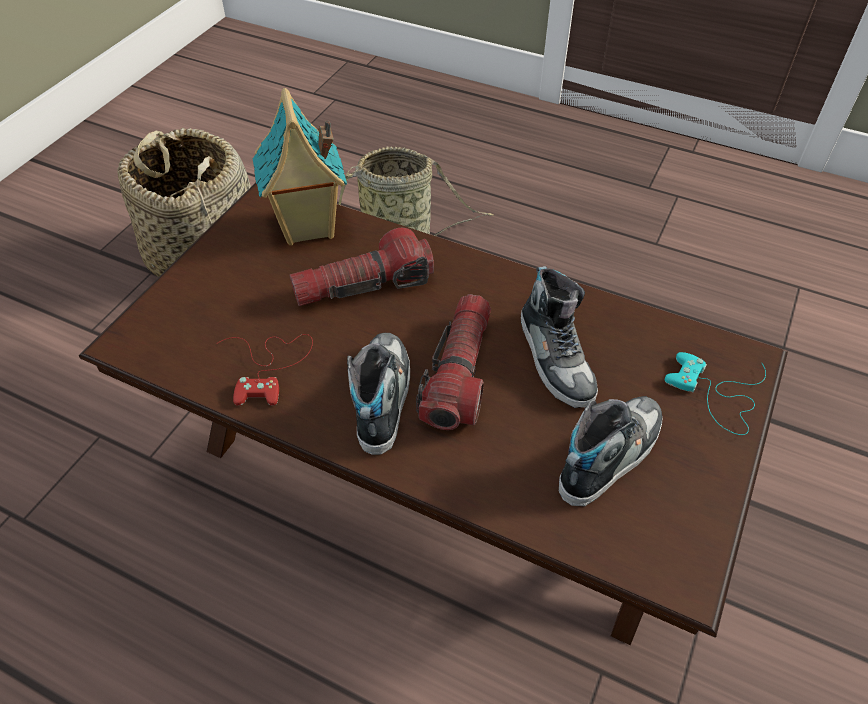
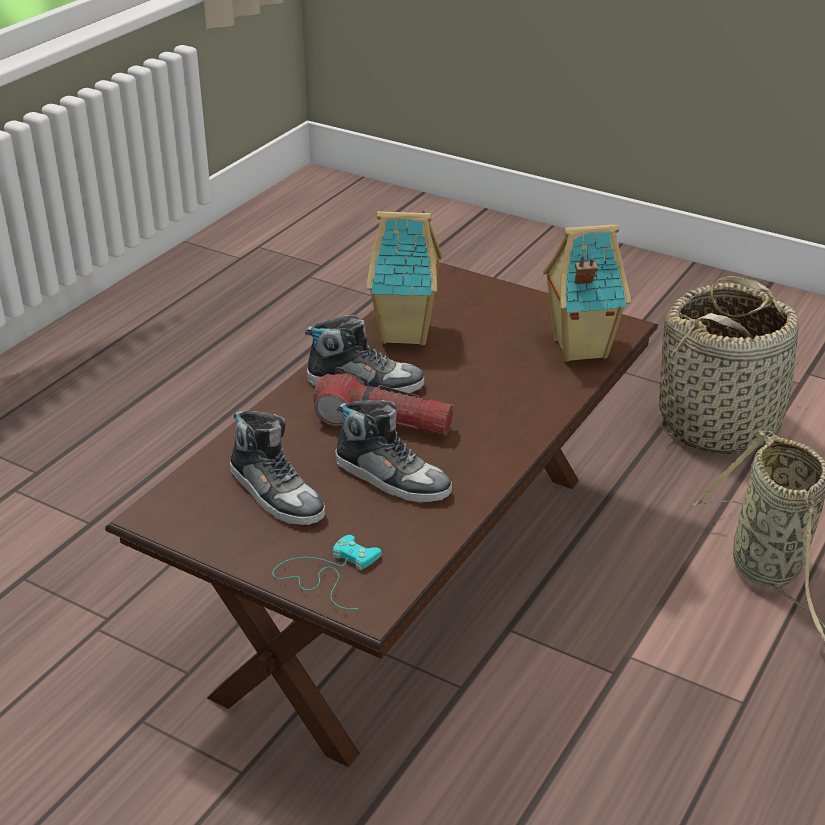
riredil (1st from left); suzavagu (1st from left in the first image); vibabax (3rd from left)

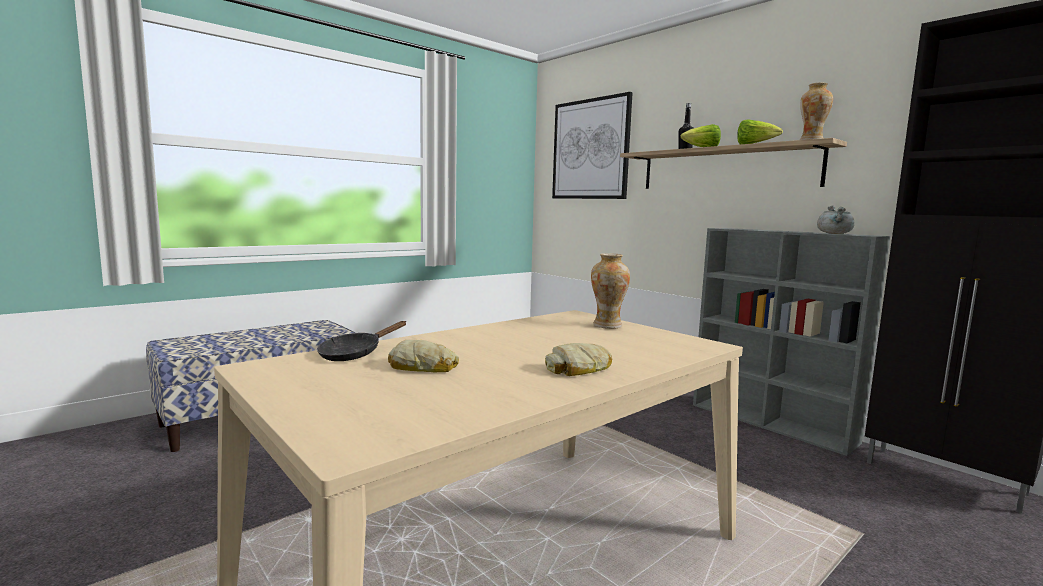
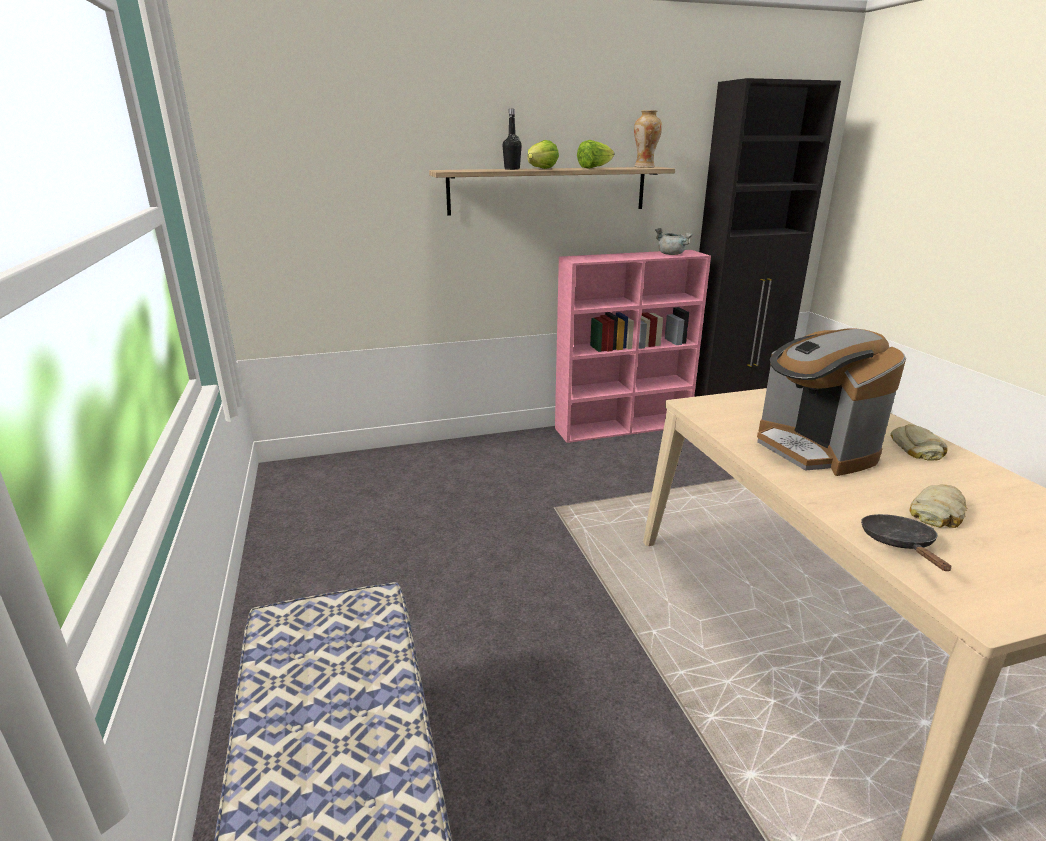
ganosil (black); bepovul; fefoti (1st from left in the first image); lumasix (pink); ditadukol

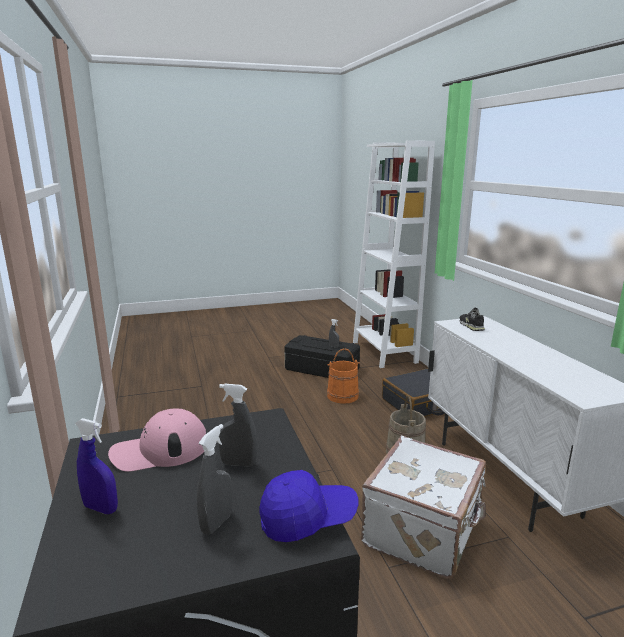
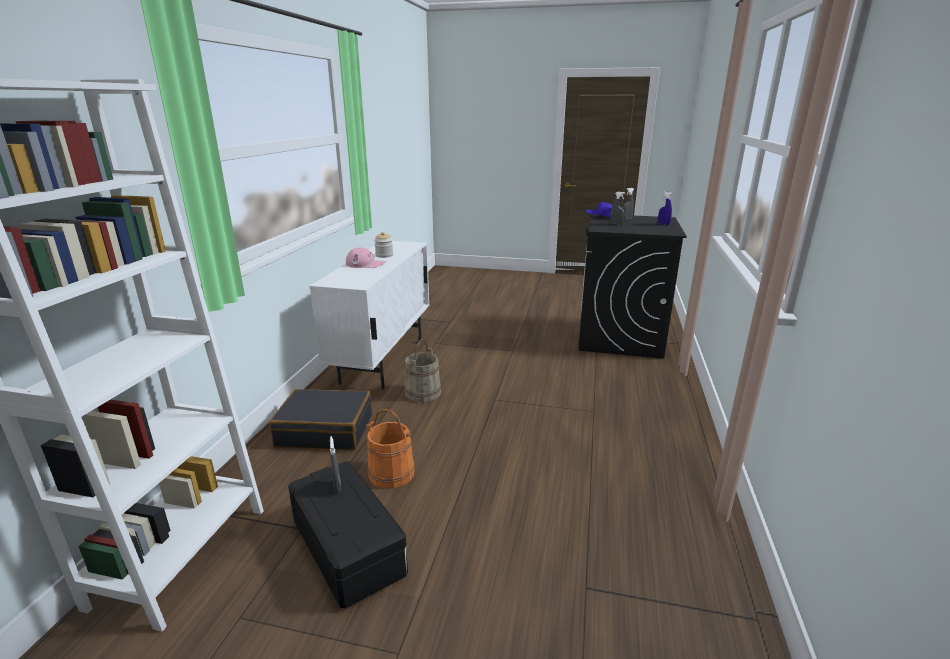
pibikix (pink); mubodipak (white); vibabax (black); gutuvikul

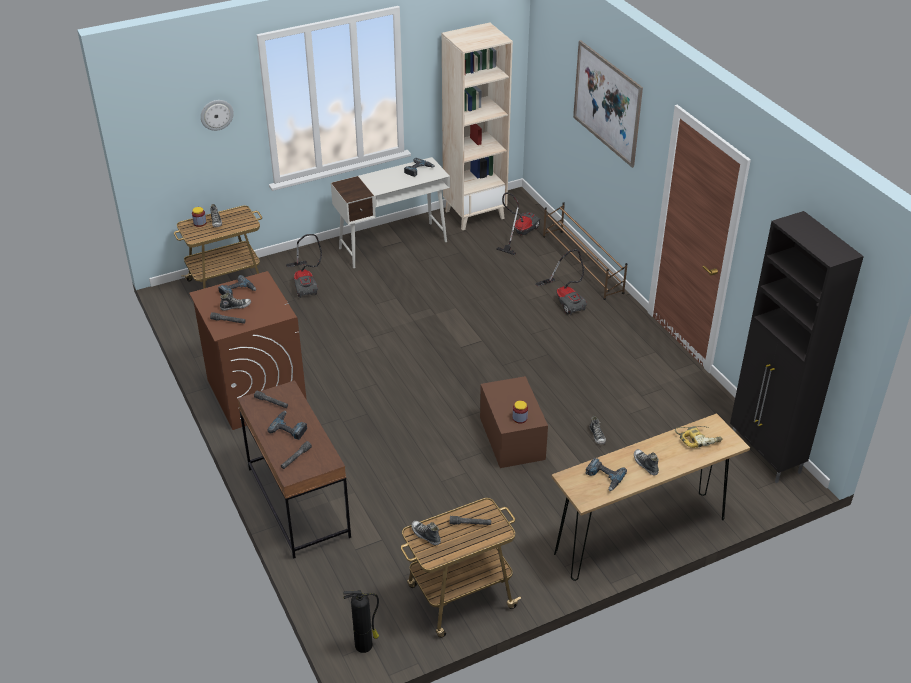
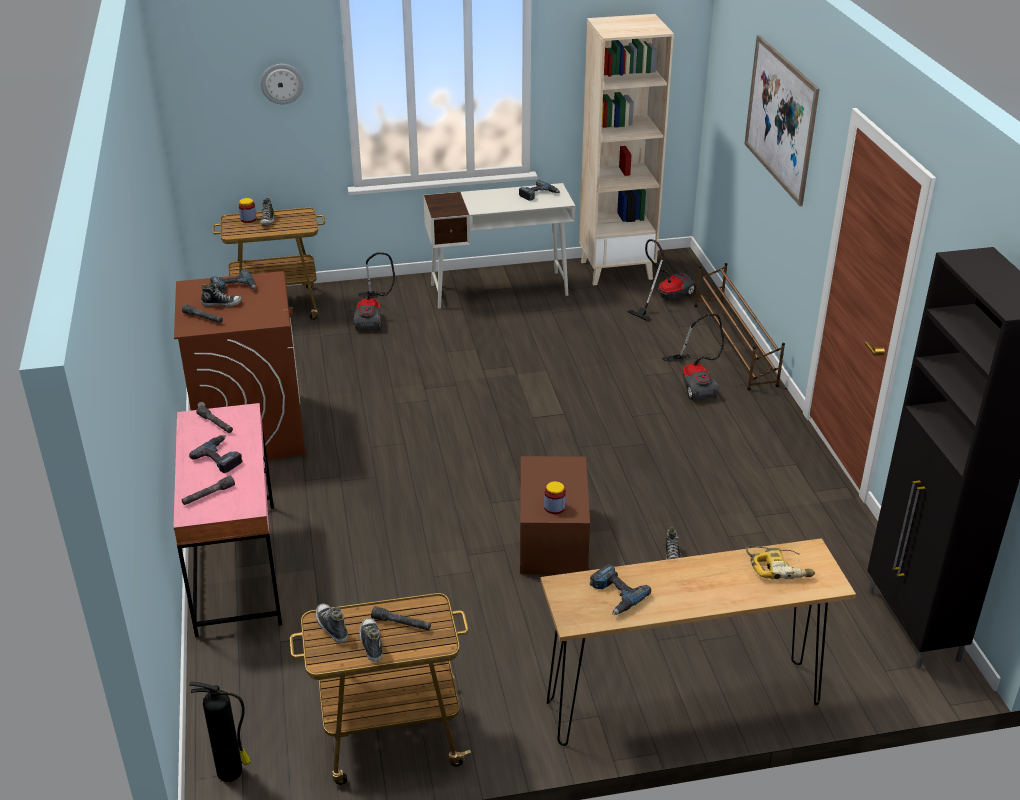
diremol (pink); vibabax (4th from left)

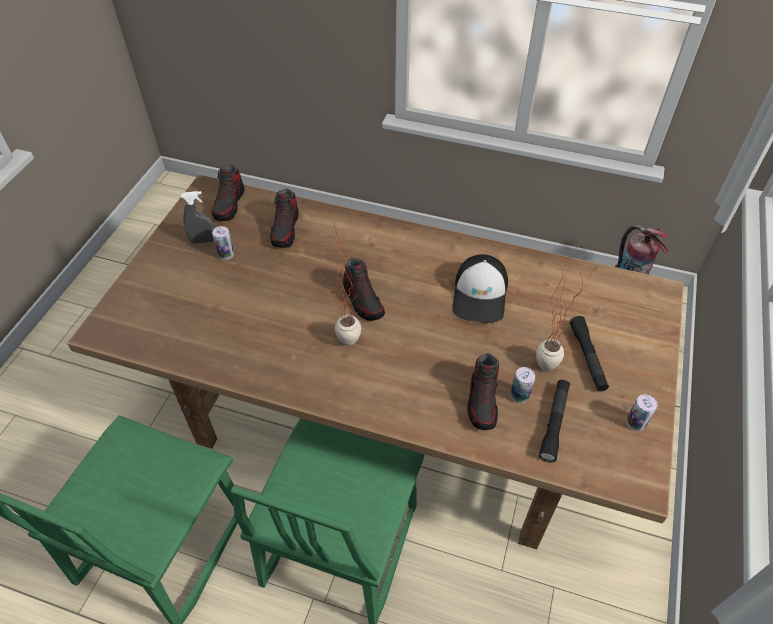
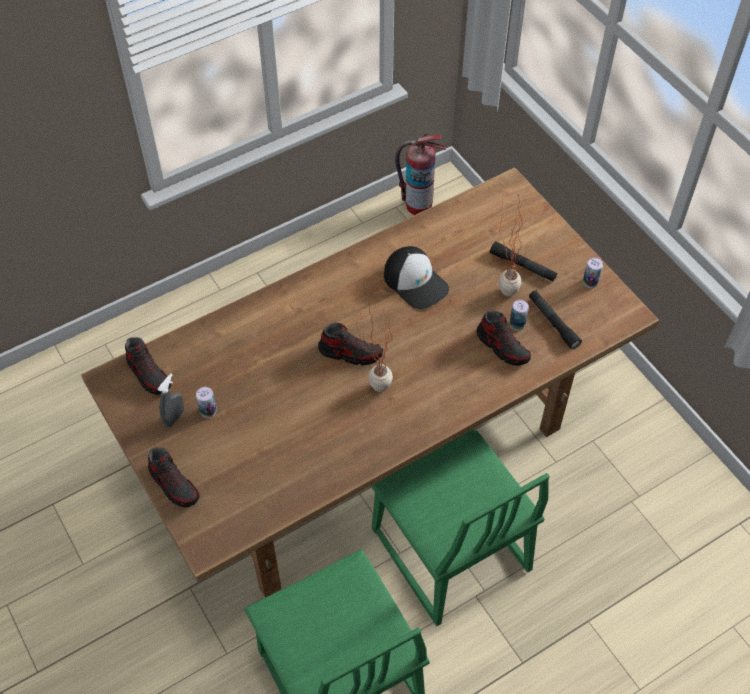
vibabax (2nd from left)

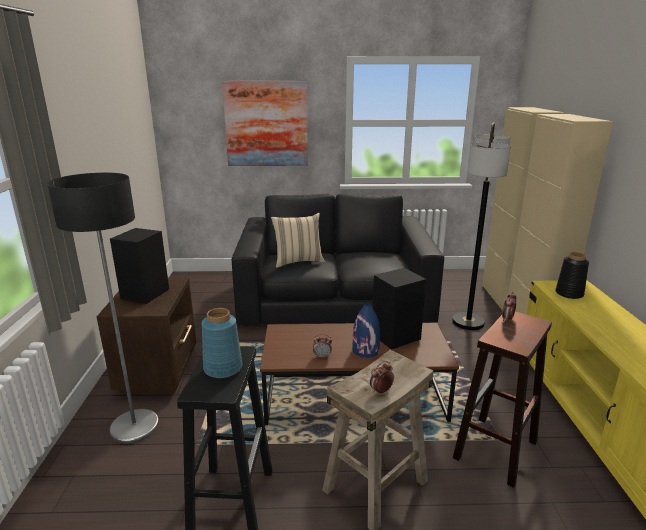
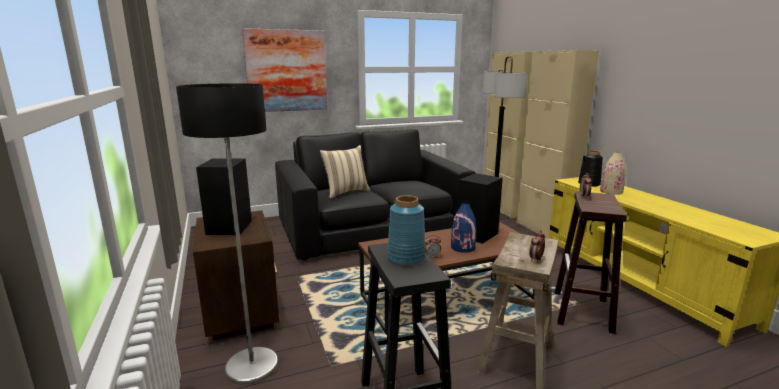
fefoti (beige)

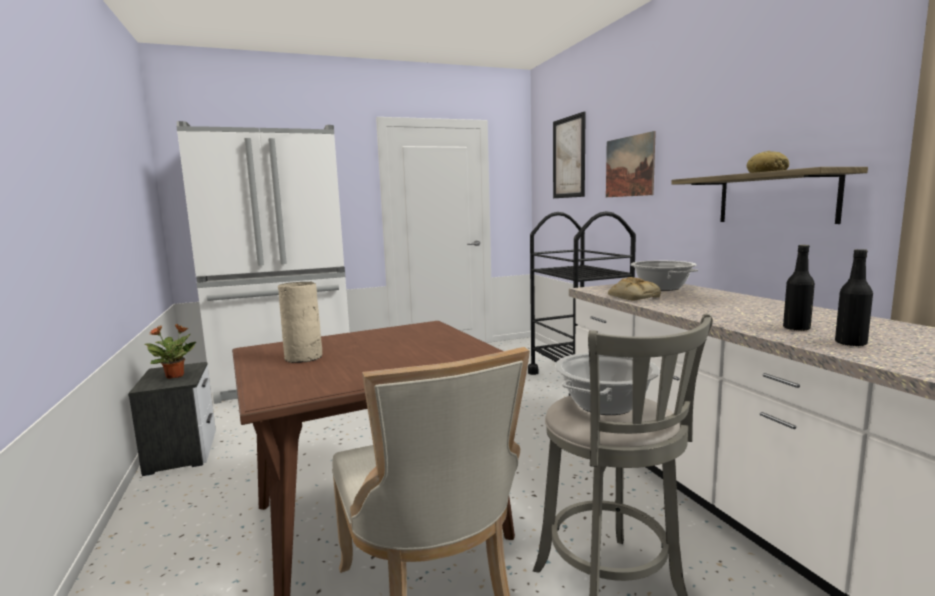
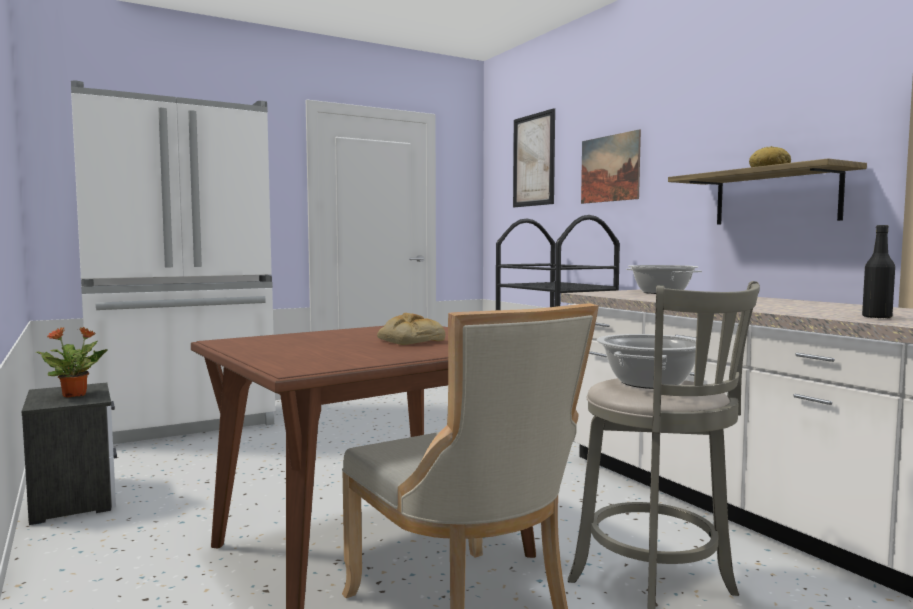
fefoti (beige); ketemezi (1st from left); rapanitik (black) (1st from left in the first image)

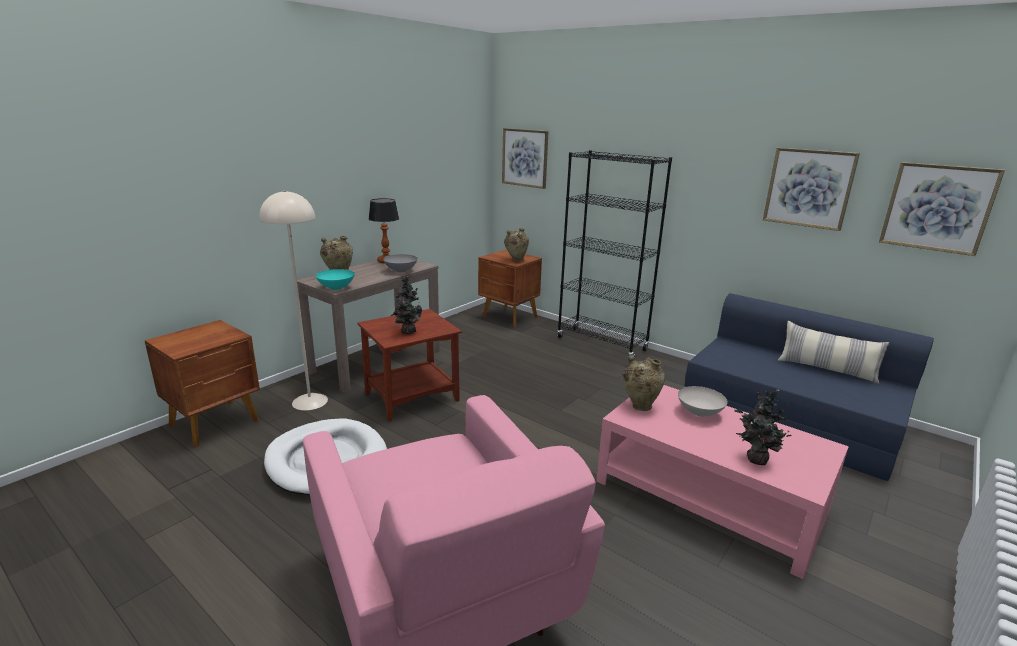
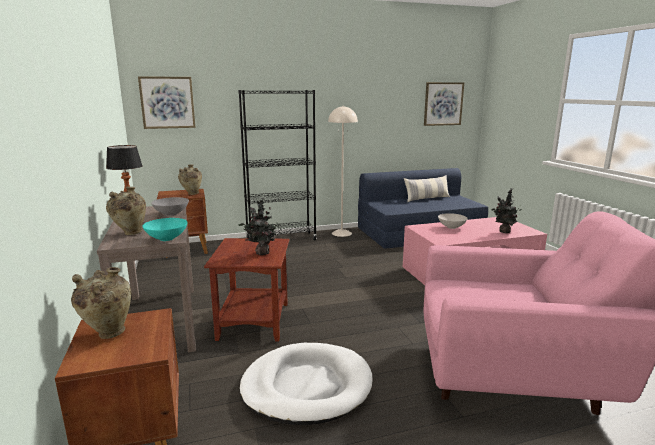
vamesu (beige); fefoti (beige) (1st from left); bepovul (2nd from left in the first image)

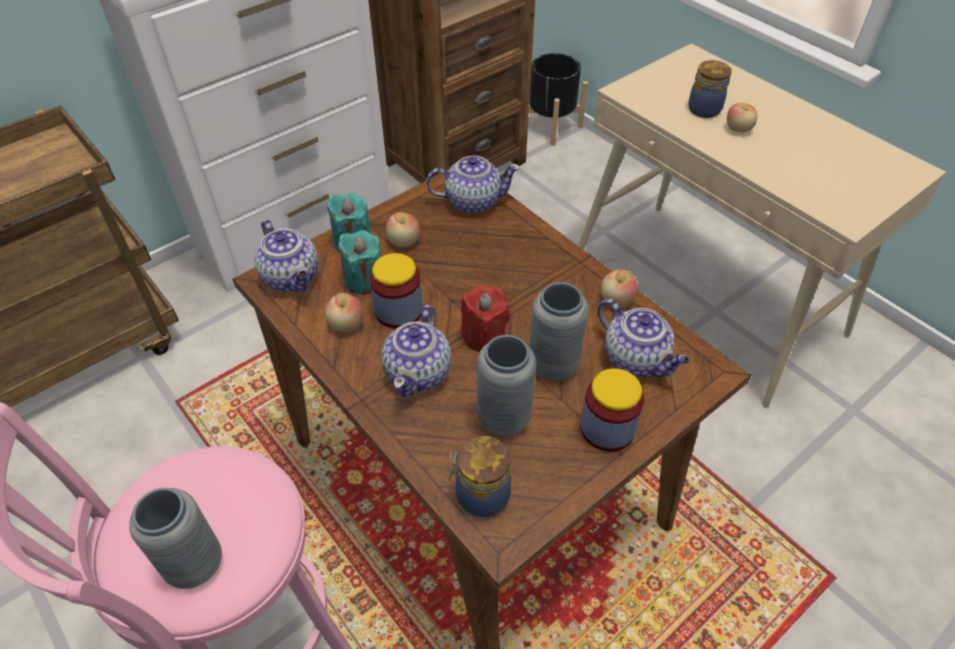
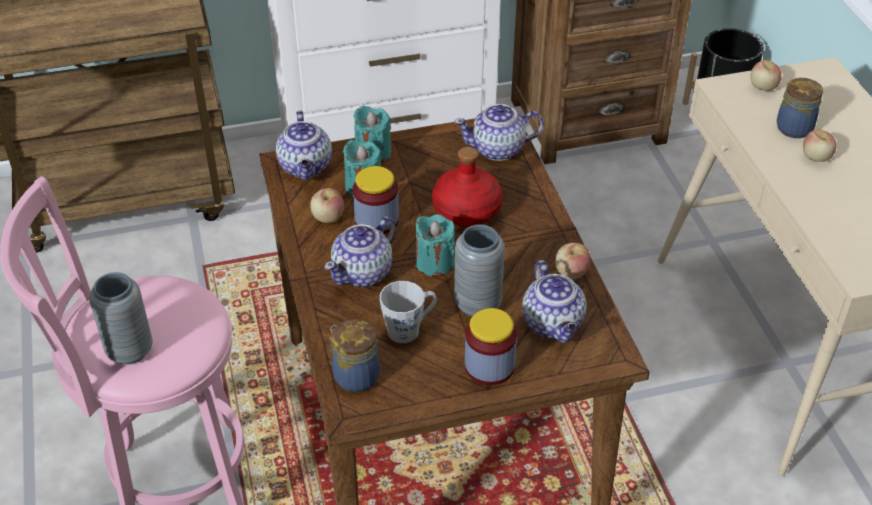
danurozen (3rd from left); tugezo (3rd from left); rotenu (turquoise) (3rd from left); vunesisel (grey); rapanitik (red)

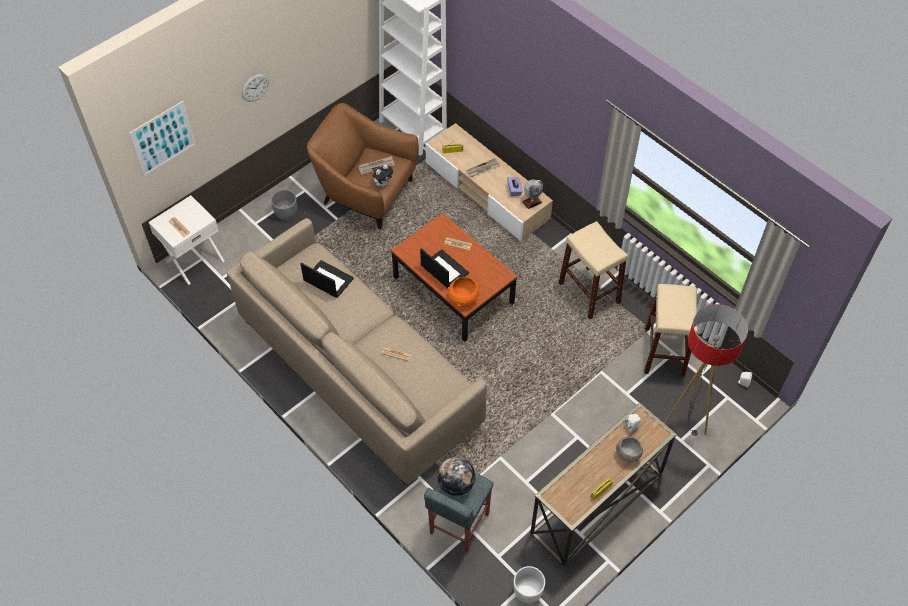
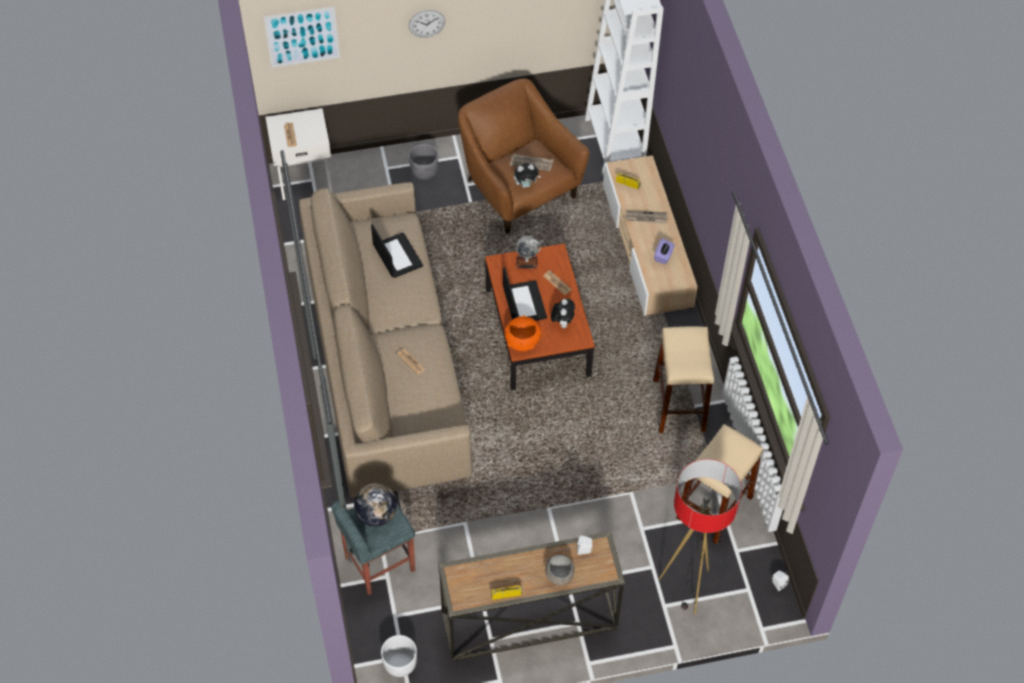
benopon (2nd from left); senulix (2nd from left)

